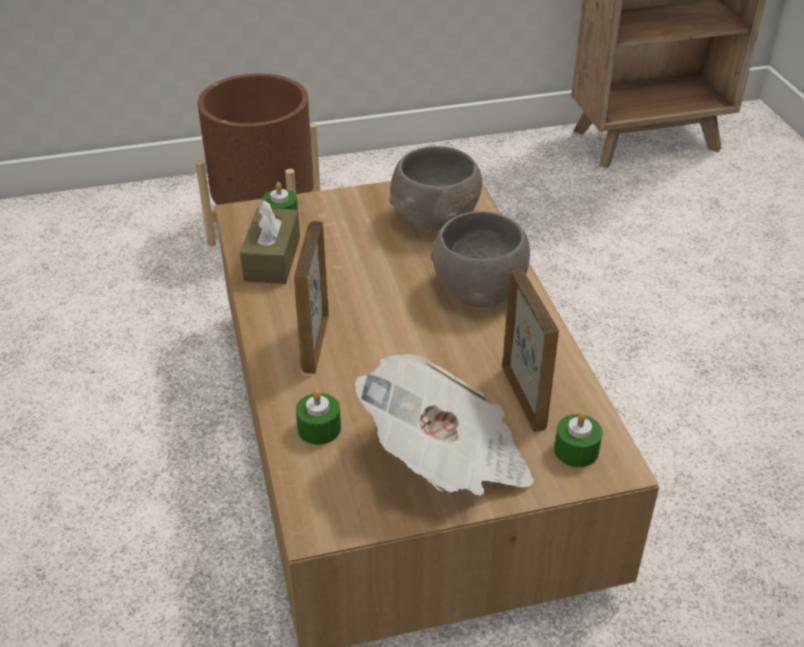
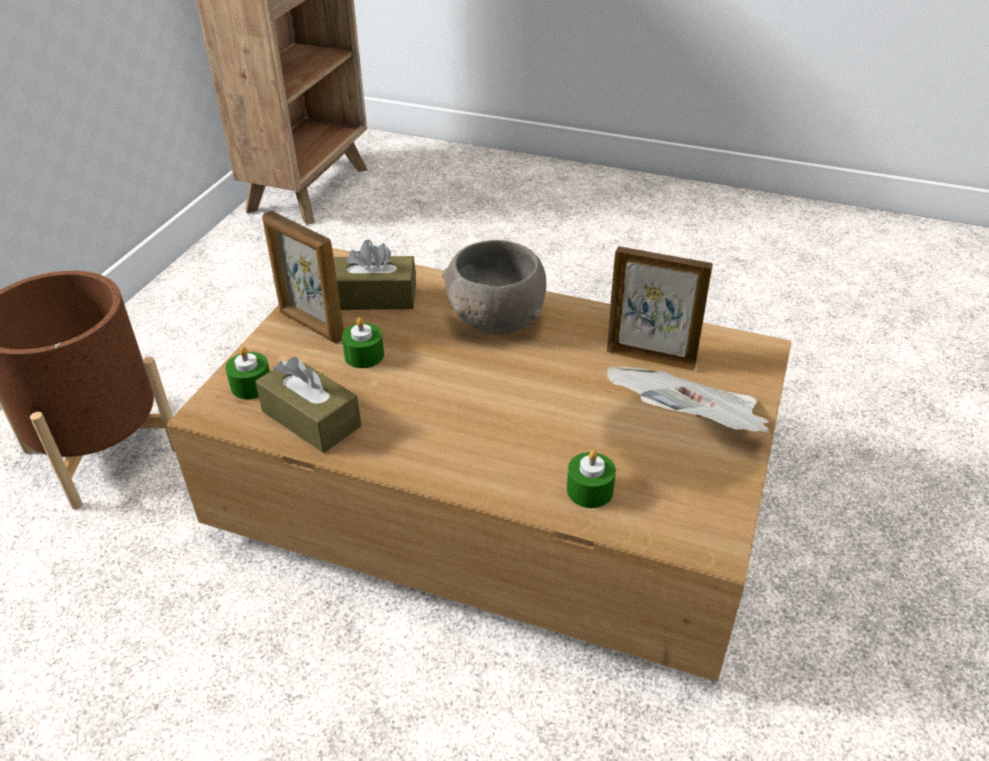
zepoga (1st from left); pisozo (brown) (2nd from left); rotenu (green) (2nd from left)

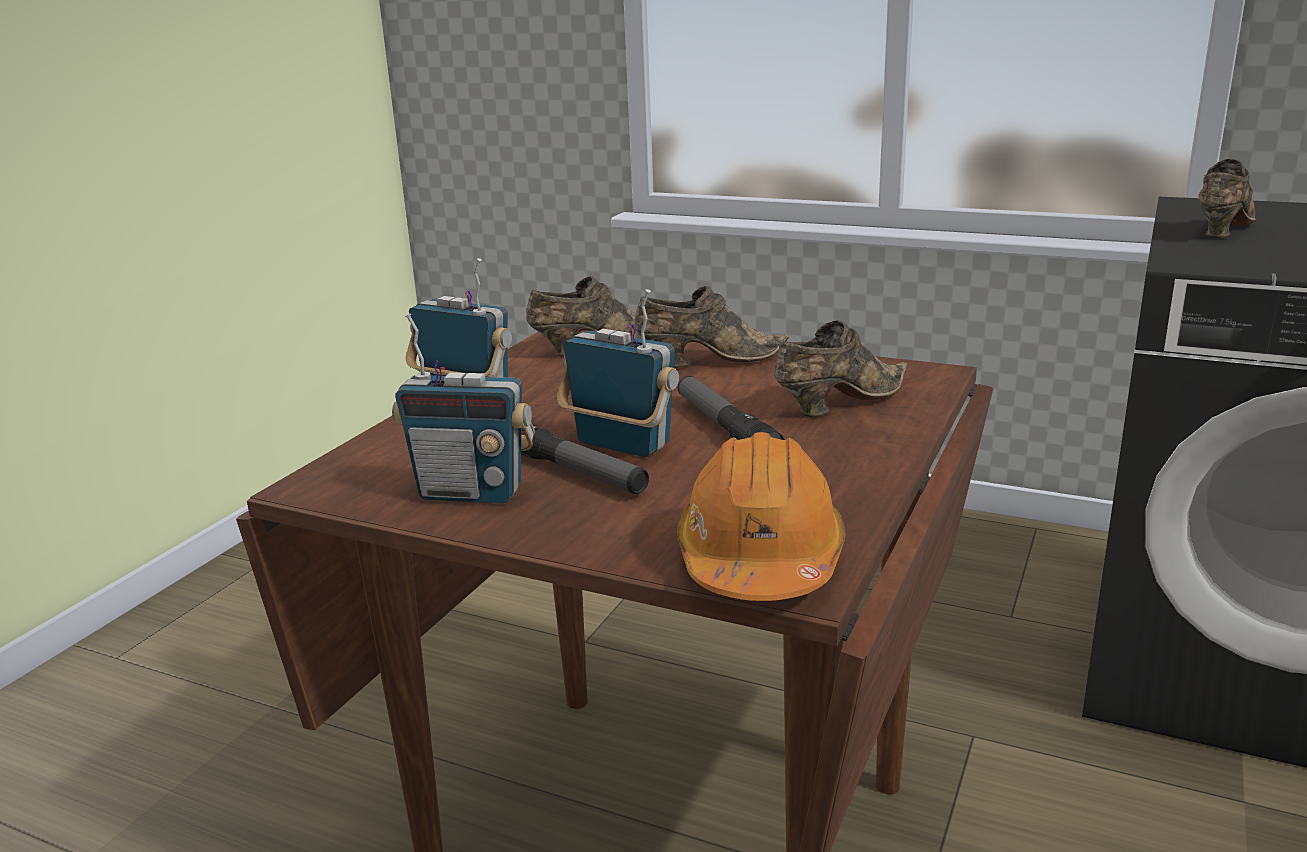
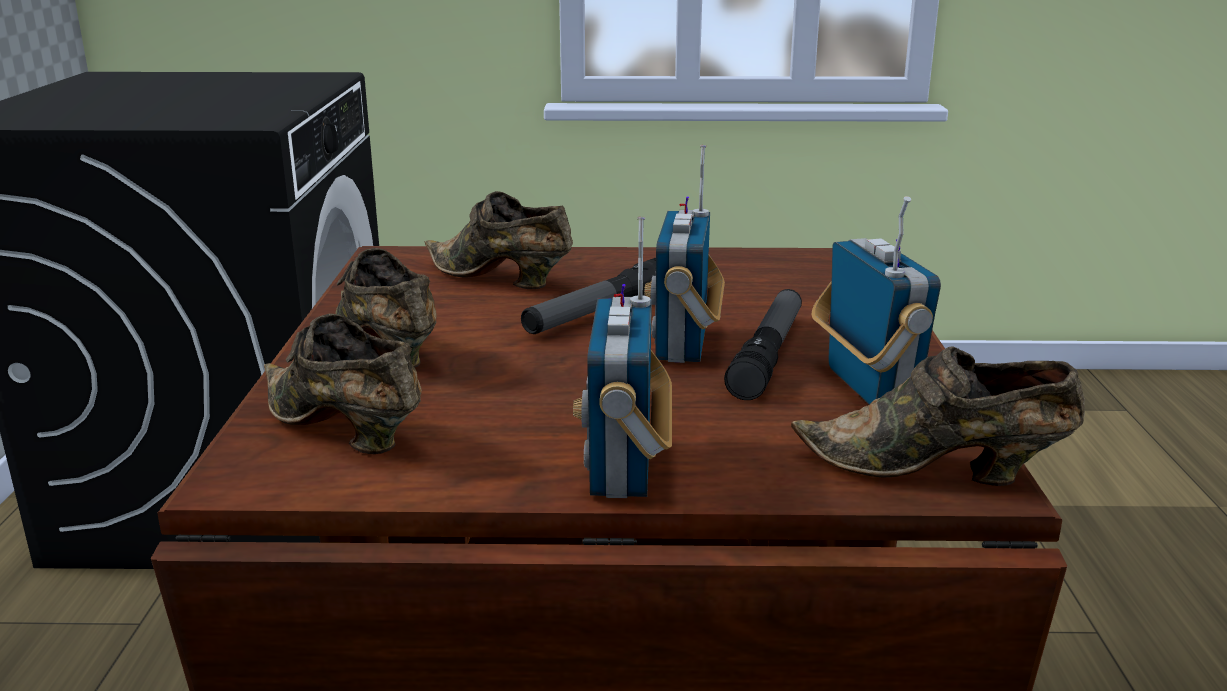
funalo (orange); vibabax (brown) (4th from left)

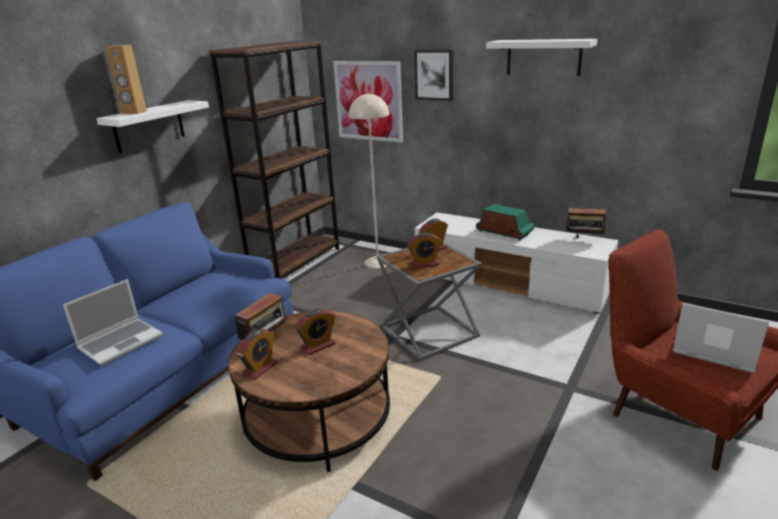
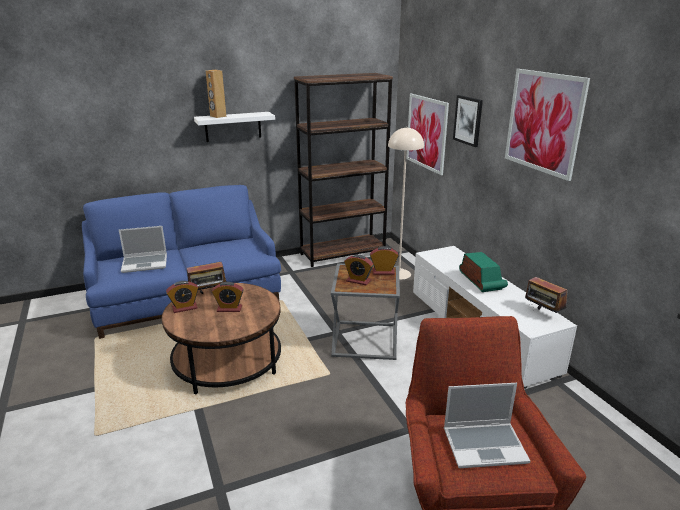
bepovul (3rd from left); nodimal (2nd from left)

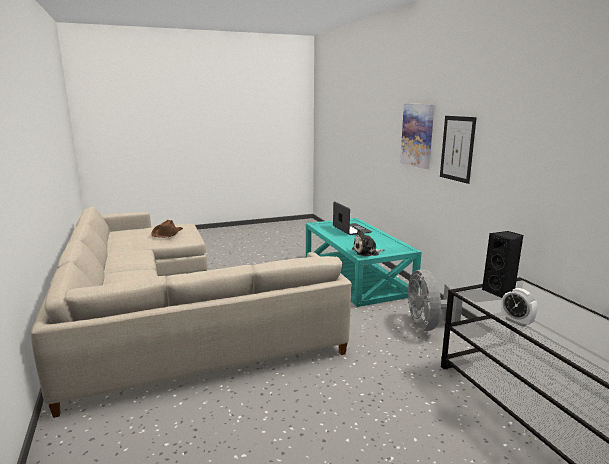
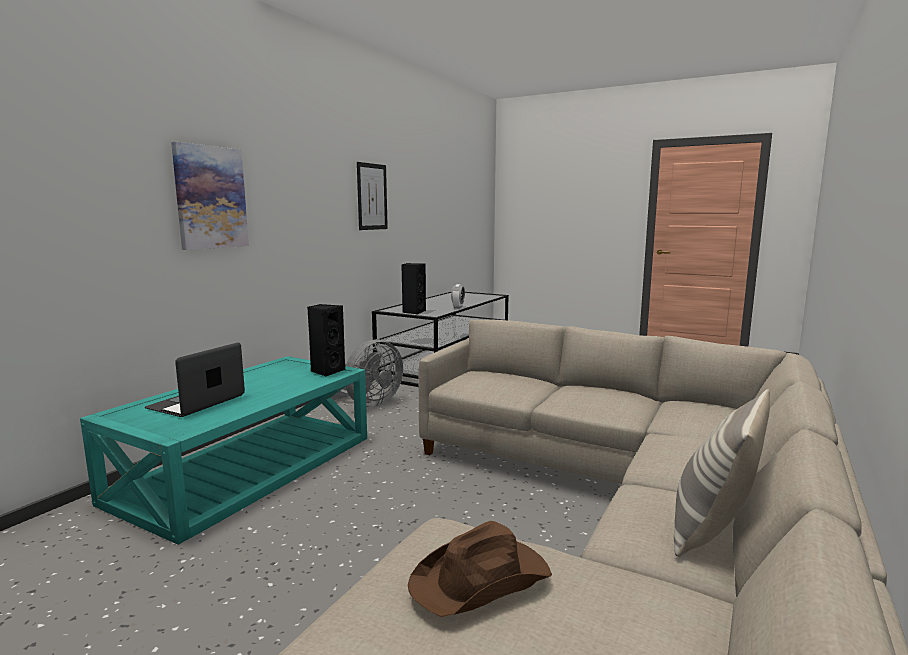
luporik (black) (1st from left); bepovul (2nd from left); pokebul

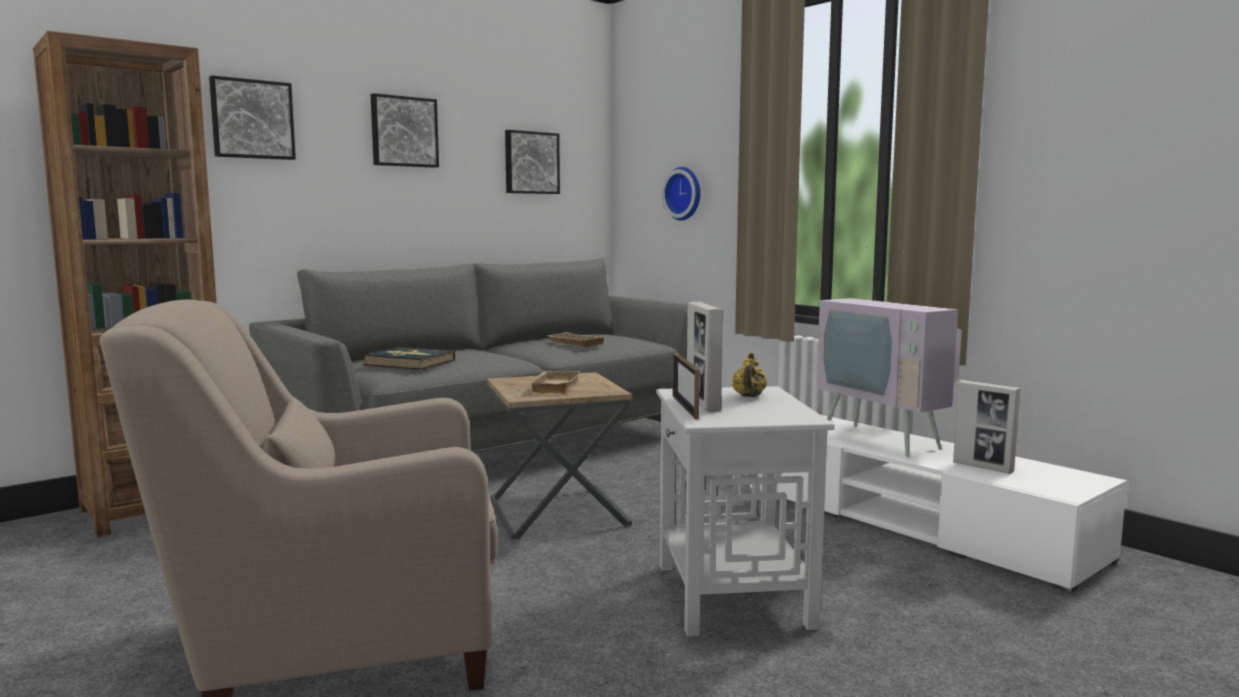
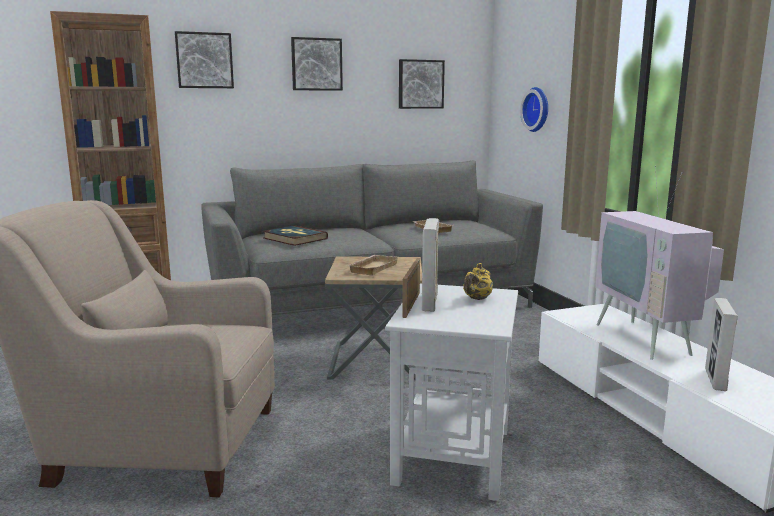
zepoga (3rd from left)

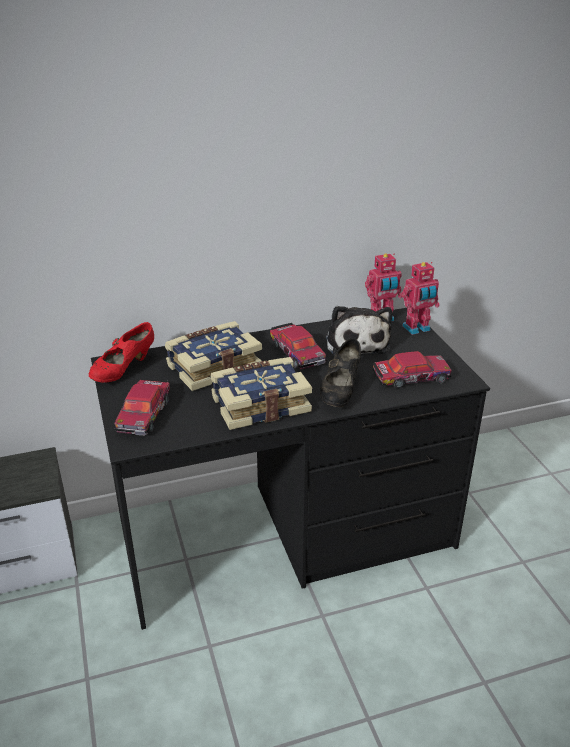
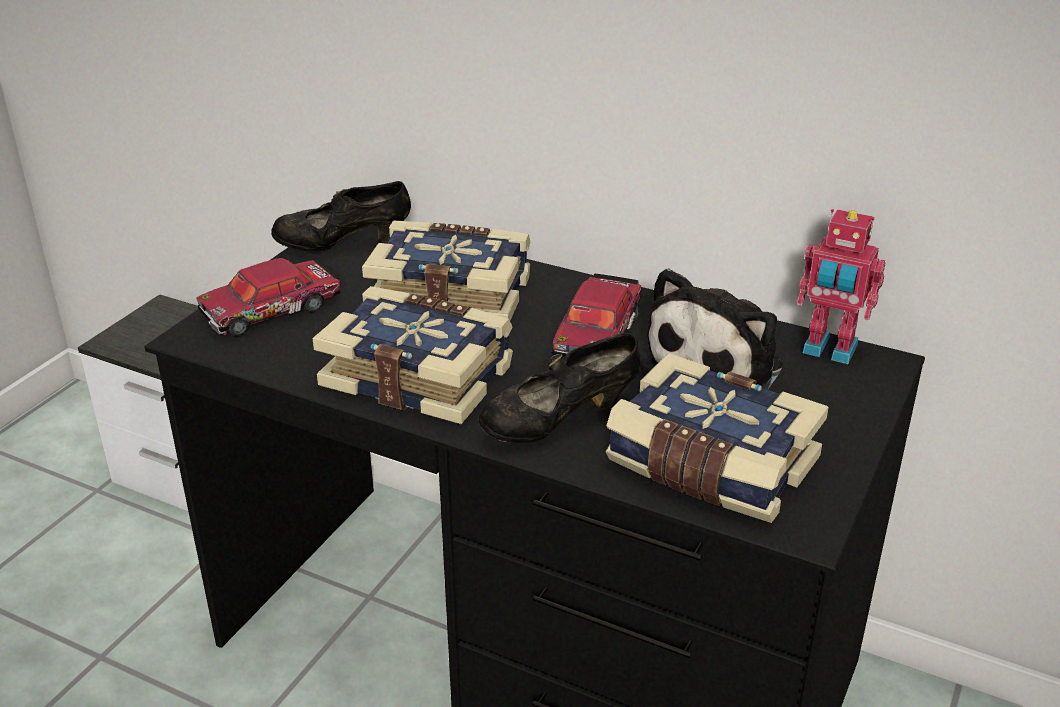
vibabax (black) (1st from left); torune (3rd from left); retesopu (2nd from left in the first image)

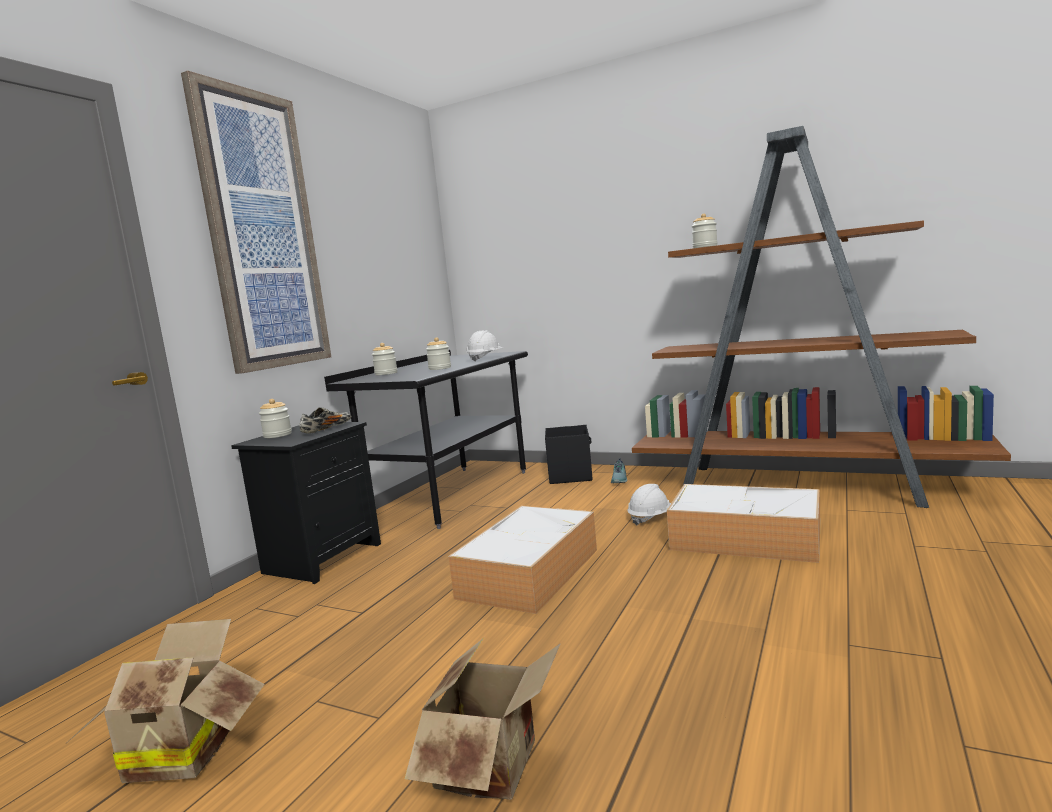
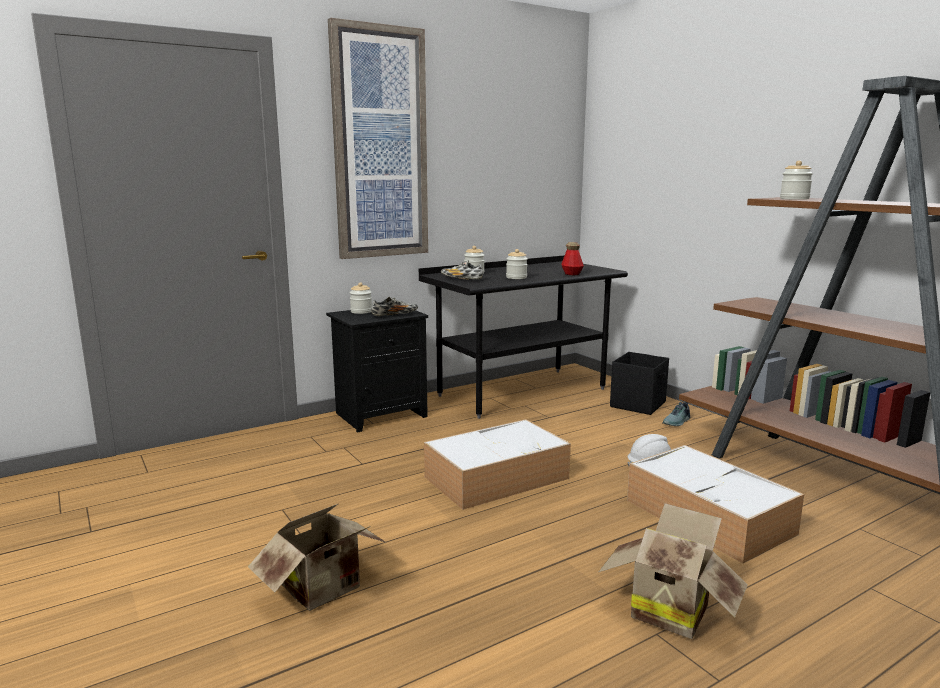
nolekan (2nd from left); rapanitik; vibabax (2nd from left)

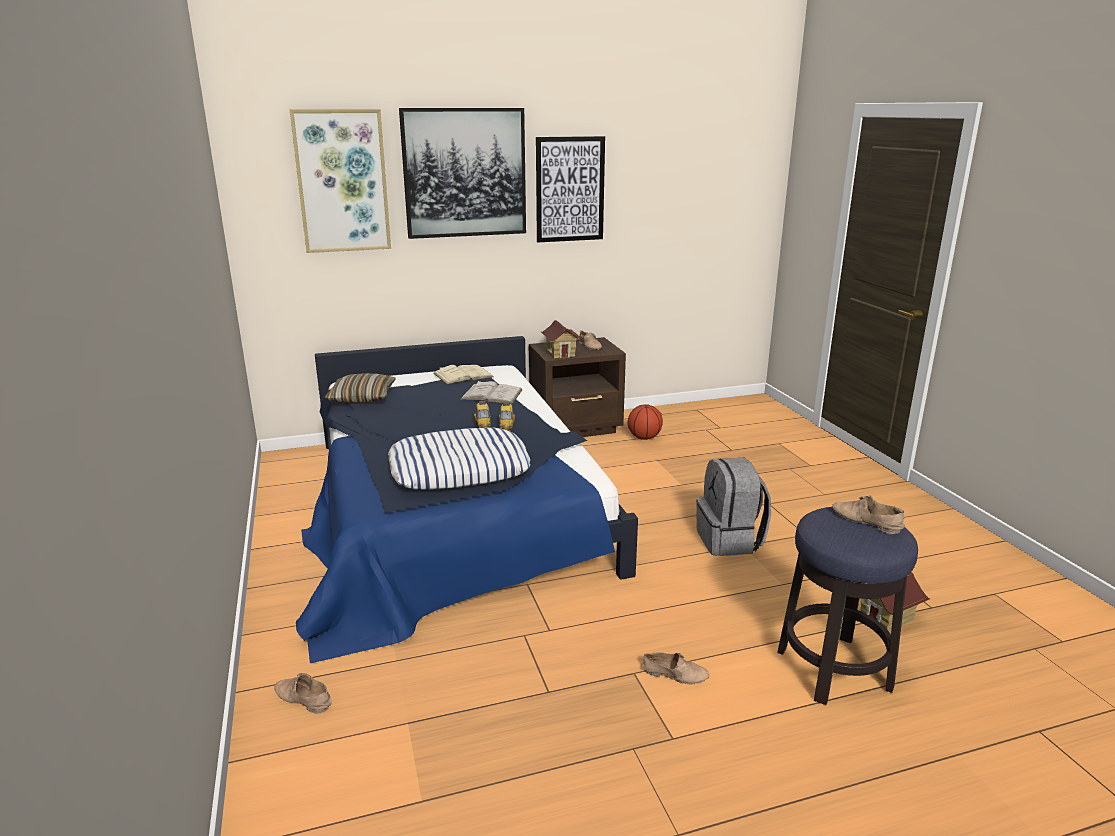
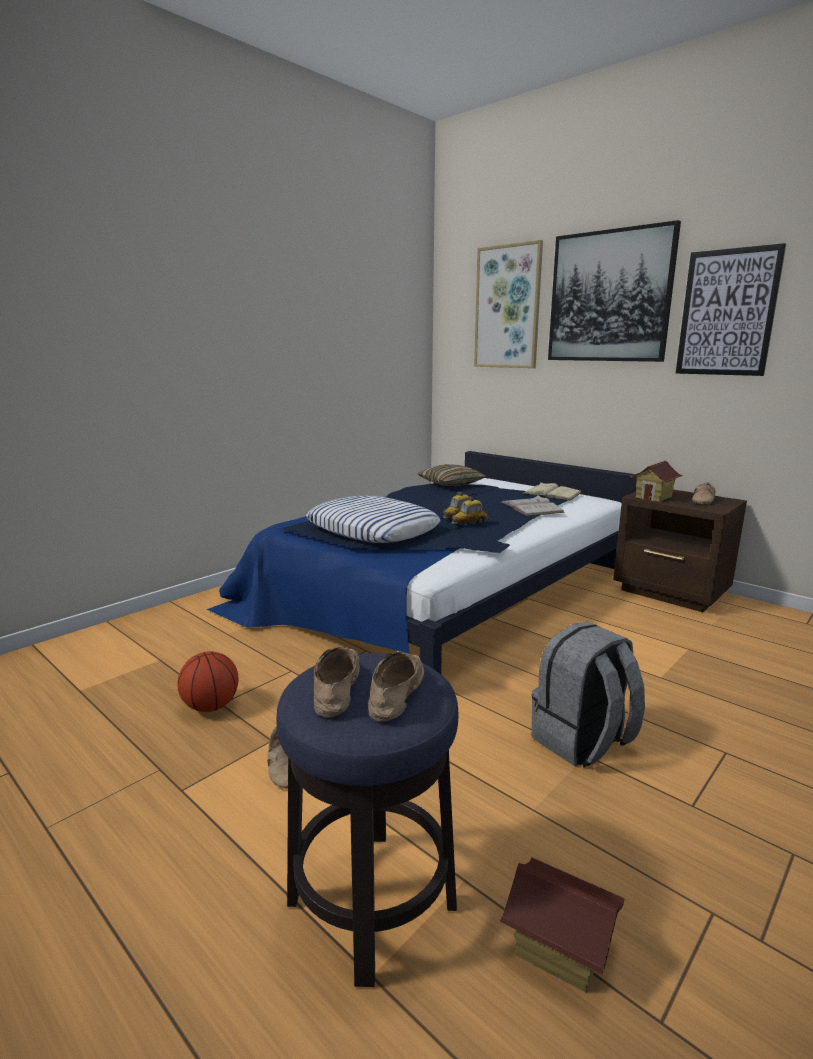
vibabax (beige) (2nd from left); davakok

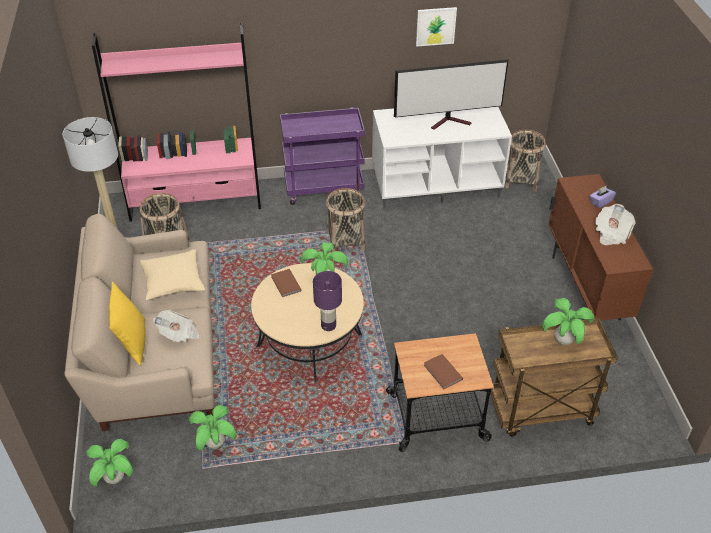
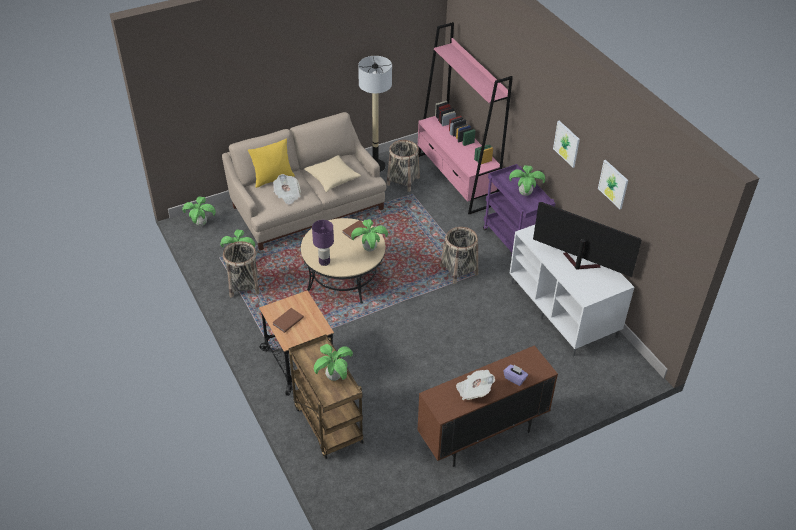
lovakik; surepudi (1st from left); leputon (5th from left); bepovul (1st from left)

